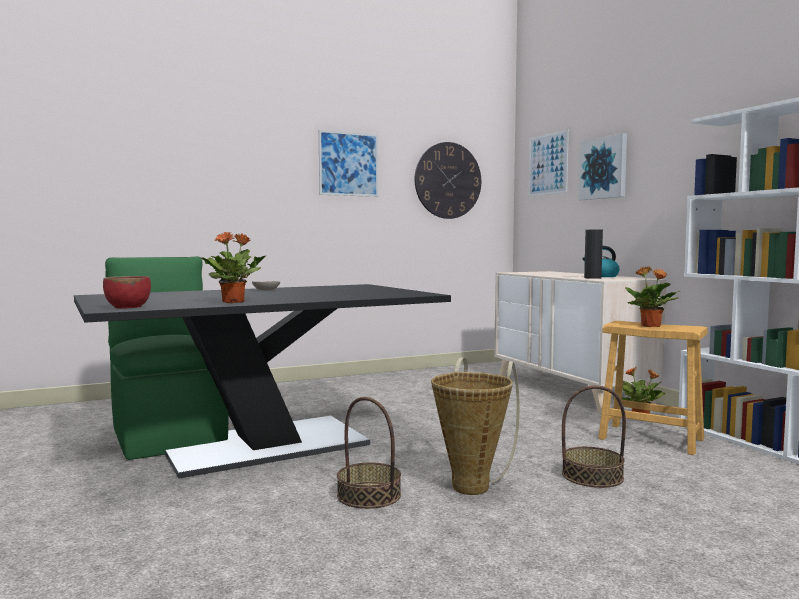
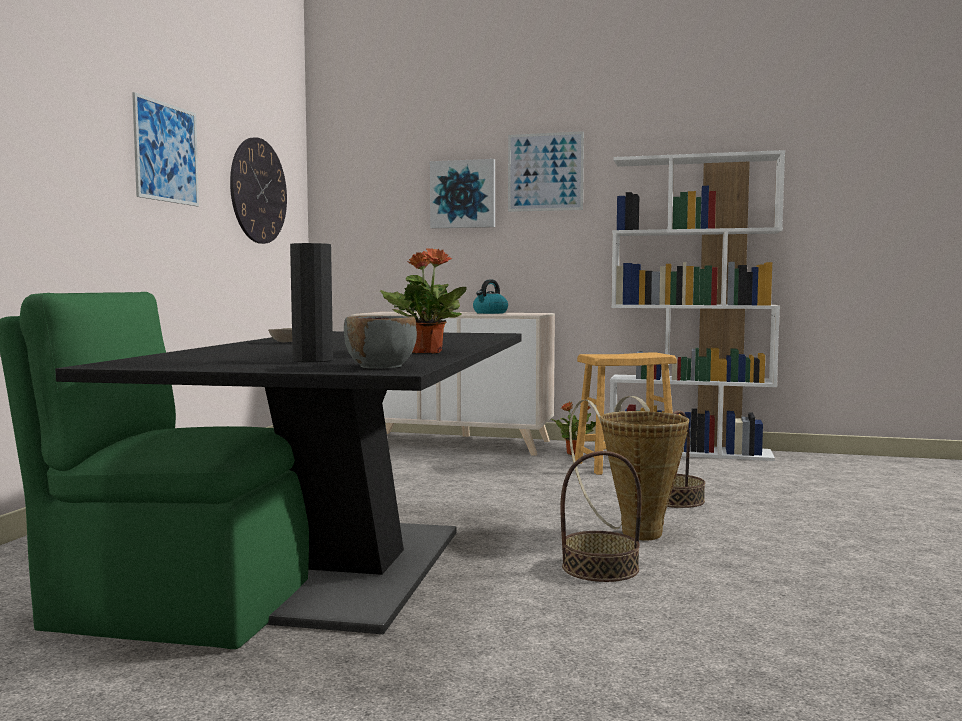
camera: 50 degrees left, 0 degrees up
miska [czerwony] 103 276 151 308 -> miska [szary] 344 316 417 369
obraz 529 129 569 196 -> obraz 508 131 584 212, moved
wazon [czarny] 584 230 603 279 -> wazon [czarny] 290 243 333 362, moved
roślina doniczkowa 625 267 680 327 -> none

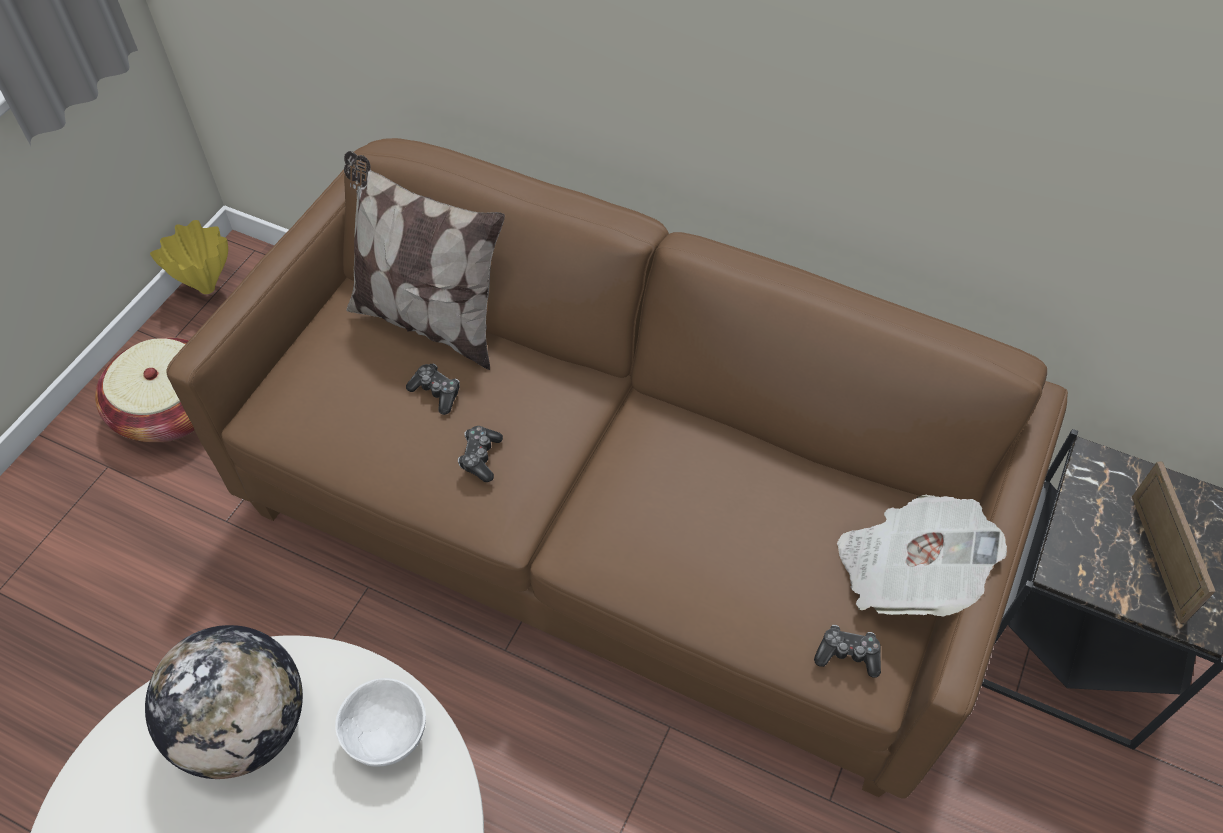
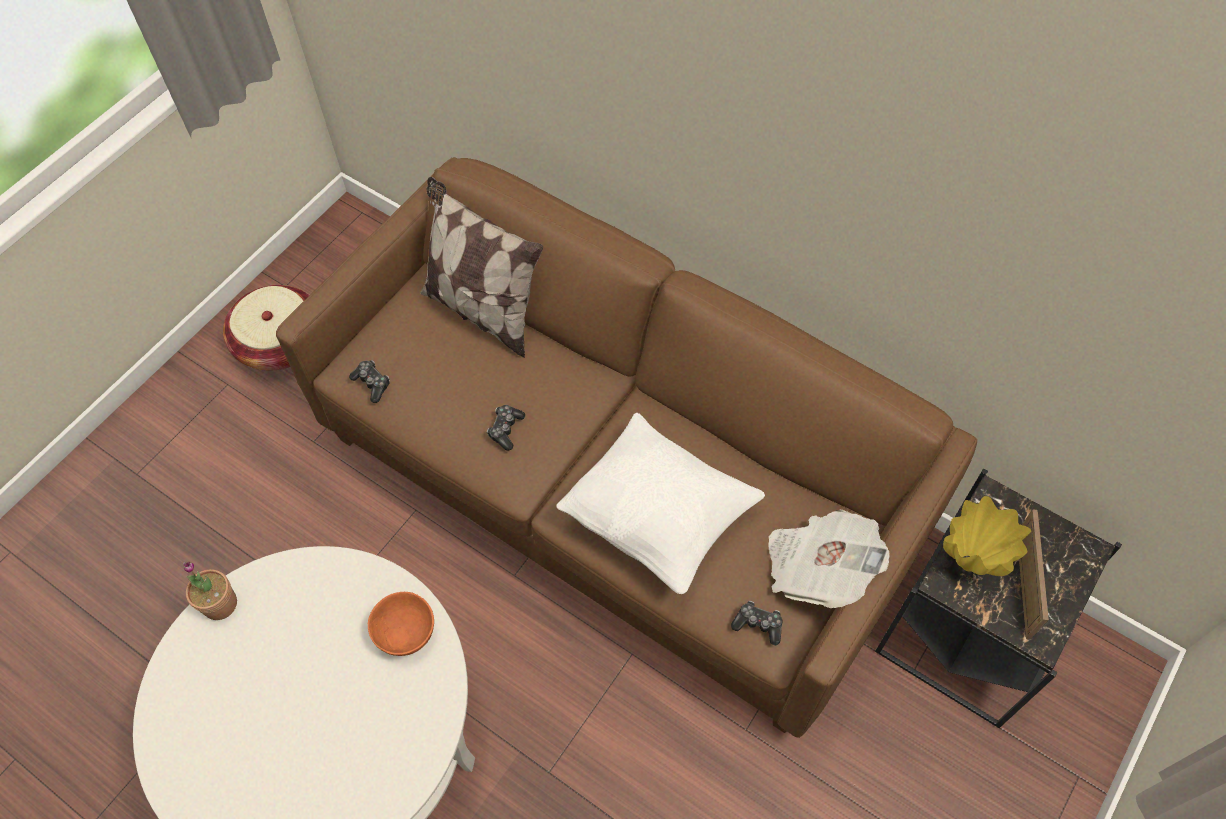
camera: 10 degrees right, 5 degrees up
globus 145 625 303 779 -> none
wazon [żółty] 150 220 228 294 -> wazon [żółty] 943 496 1031 576, moved
miska [biały] 335 678 426 767 -> miska [pomarańczowy] 368 592 434 656
pad do gier 406 364 460 415 -> pad do gier 349 360 390 403, moved
none -> roślina doniczkowa 183 562 237 620
none -> poduszka [biały] 556 413 765 594

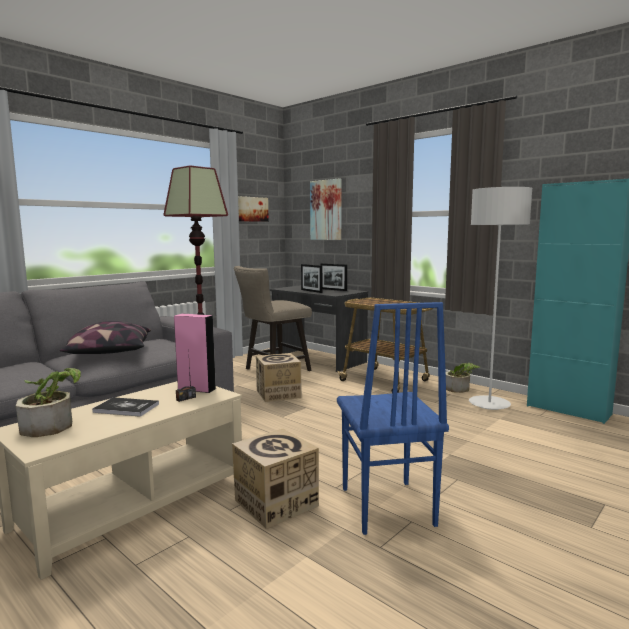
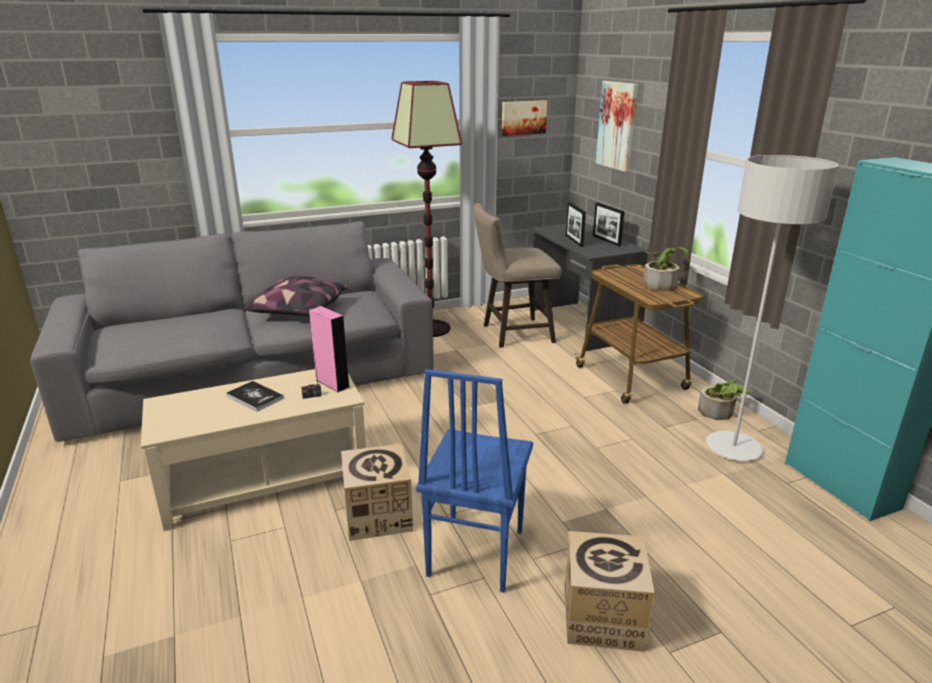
camera: 25 degrees right, 15 degrees up
roślina doniczkowa 16 368 81 437 -> roślina doniczkowa 643 247 689 291, moved
karton 256 353 302 402 -> karton 564 531 655 652, moved

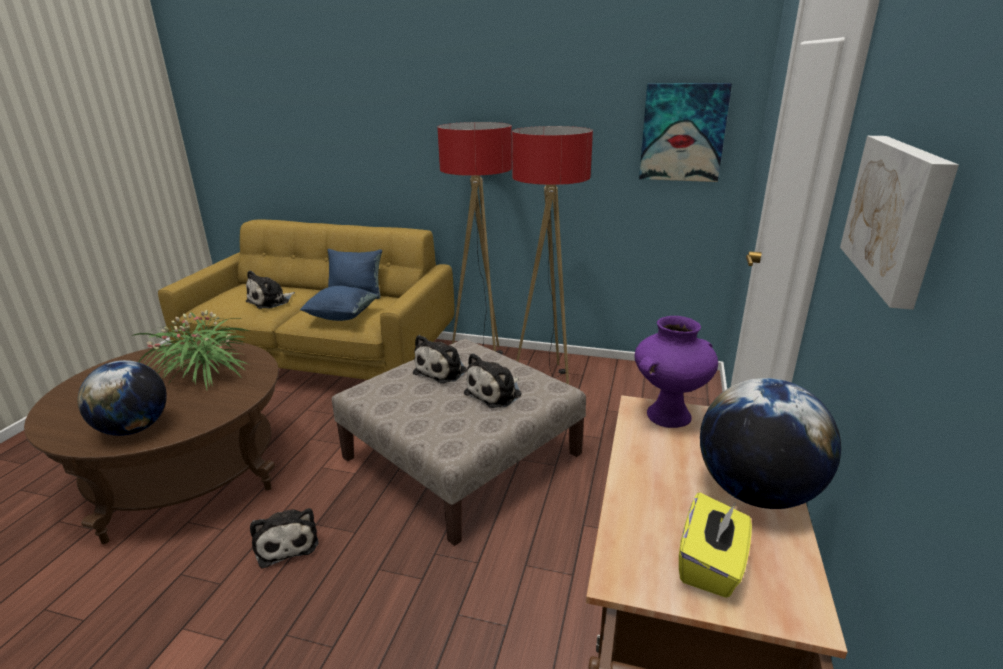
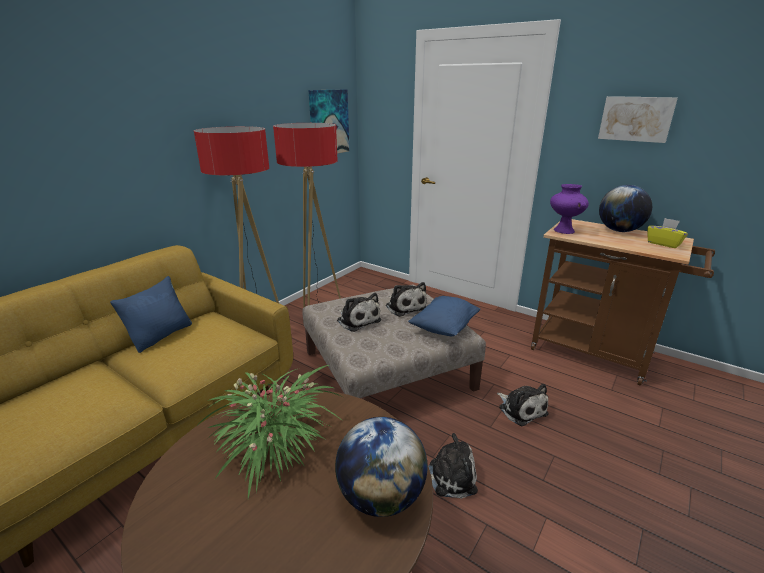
camera: 70 degrees left, 0 degrees up
pluszak 245 270 295 309 -> pluszak 497 384 549 426, moved
poduszka [niebieski] 300 286 379 321 -> poduszka [niebieski] 408 296 480 336, moved

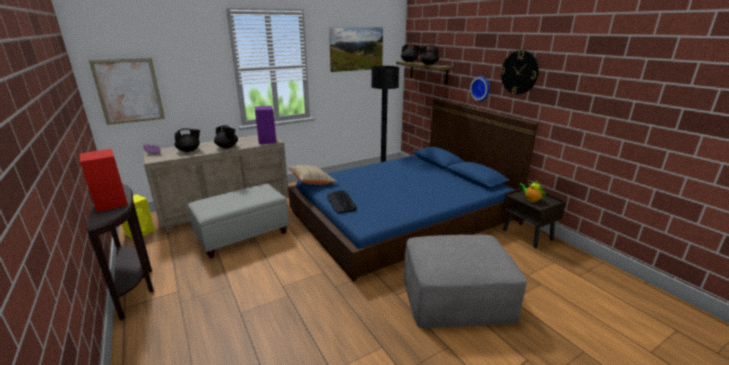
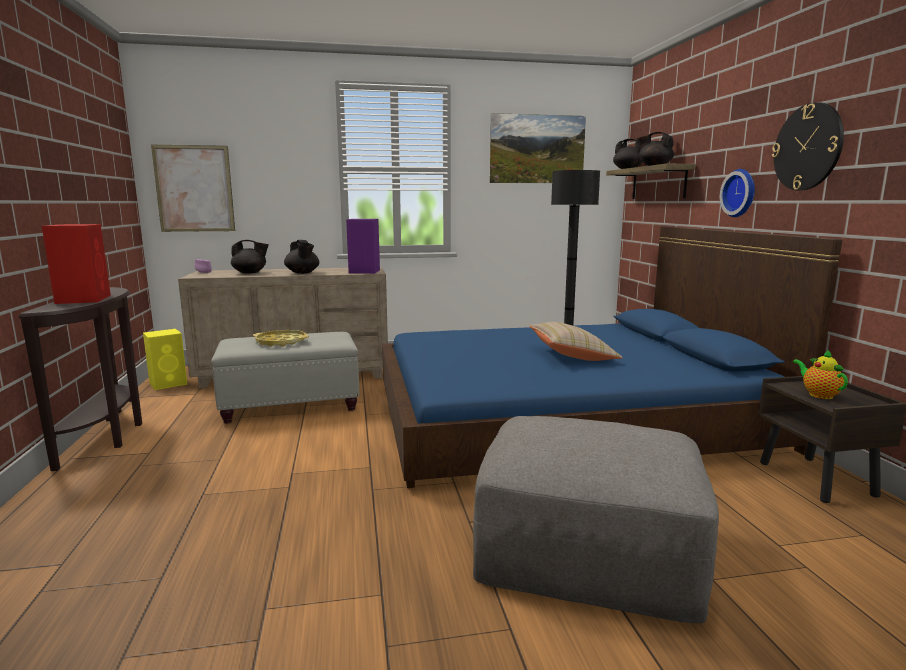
camera: 20 degrees right, 10 degrees down
poduszka [beżowy] 288 165 337 185 -> poduszka [beżowy] 529 322 623 361, moved
klawiatura 327 190 357 213 -> none
none -> taca [żółty] 253 330 309 347

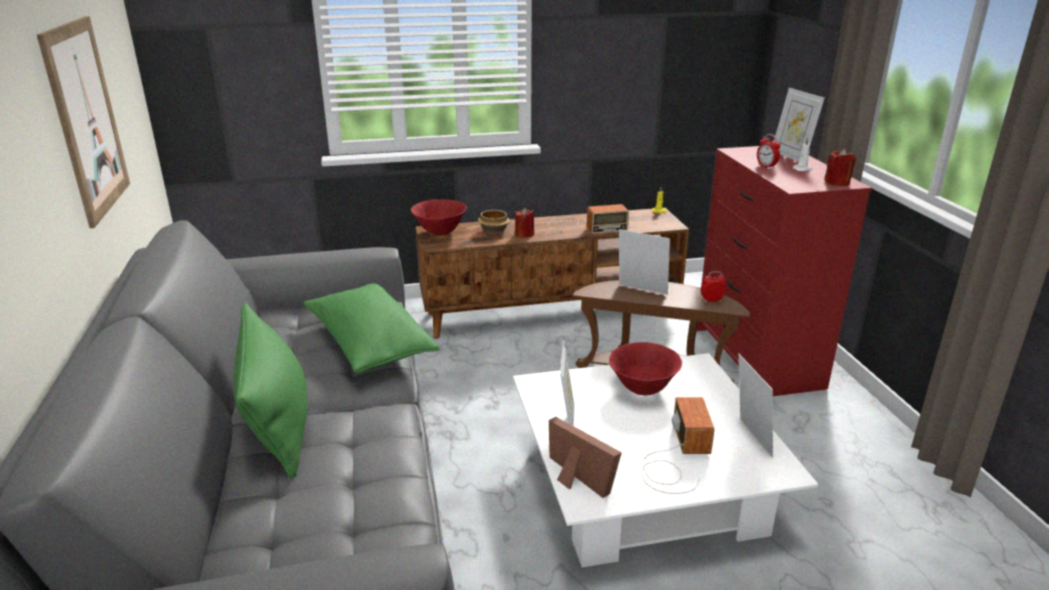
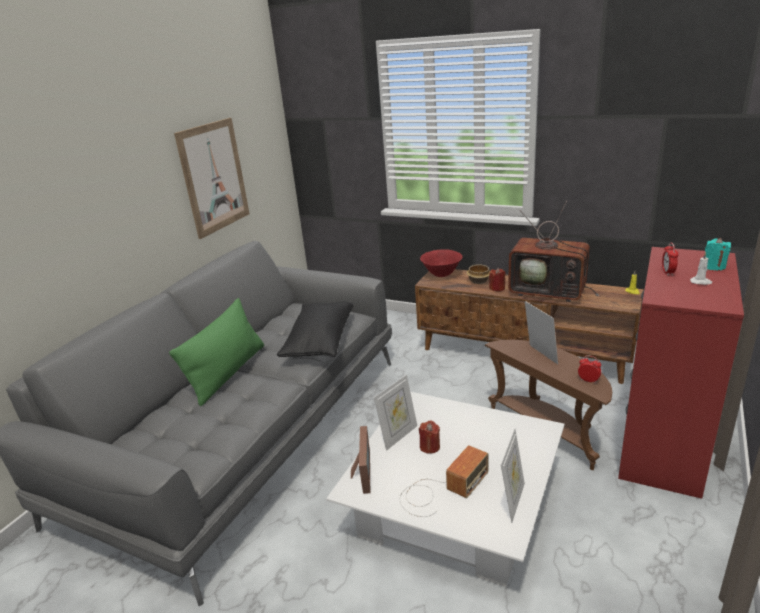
camera: 40 degrees right, 0 degrees up
poduszka [zielony] 303 283 440 373 -> poduszka [czarny] 277 301 353 357
radio 548 204 629 234 -> telewizor 508 201 599 302
miska [czerwony] 609 342 682 396 -> none
ramka na zdjęcie 774 88 825 162 -> świeca [turkusowy] 705 238 731 271
świeca [czerwony] 824 149 856 186 -> świeca [czerwony] 419 420 440 454, moved

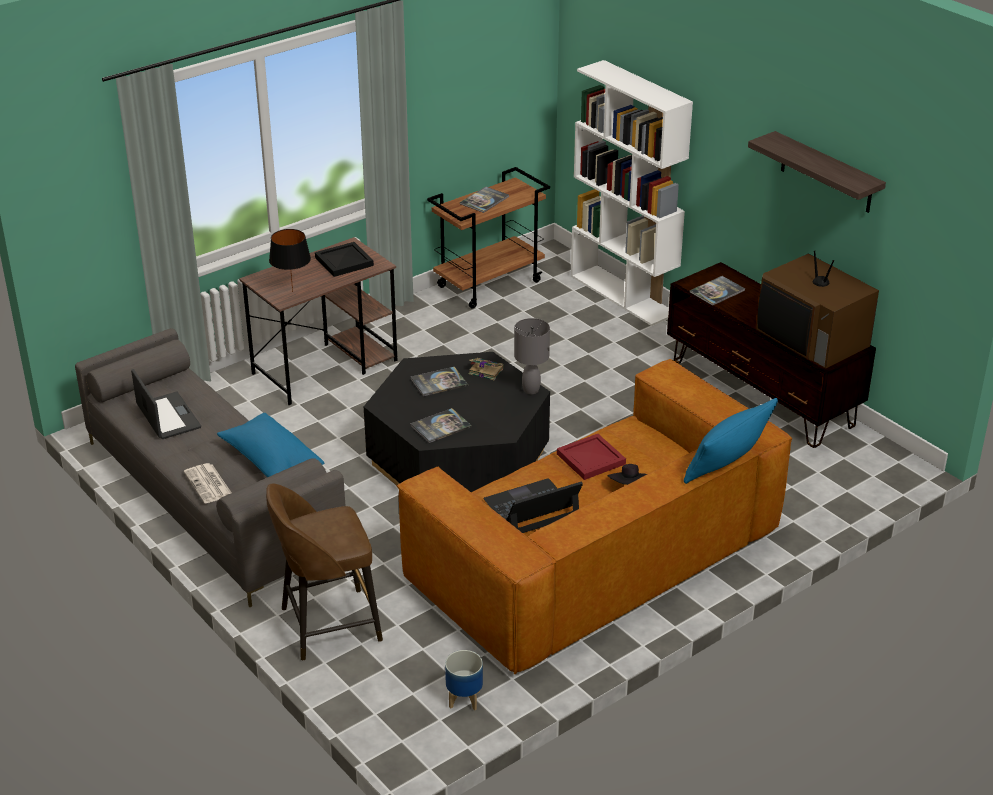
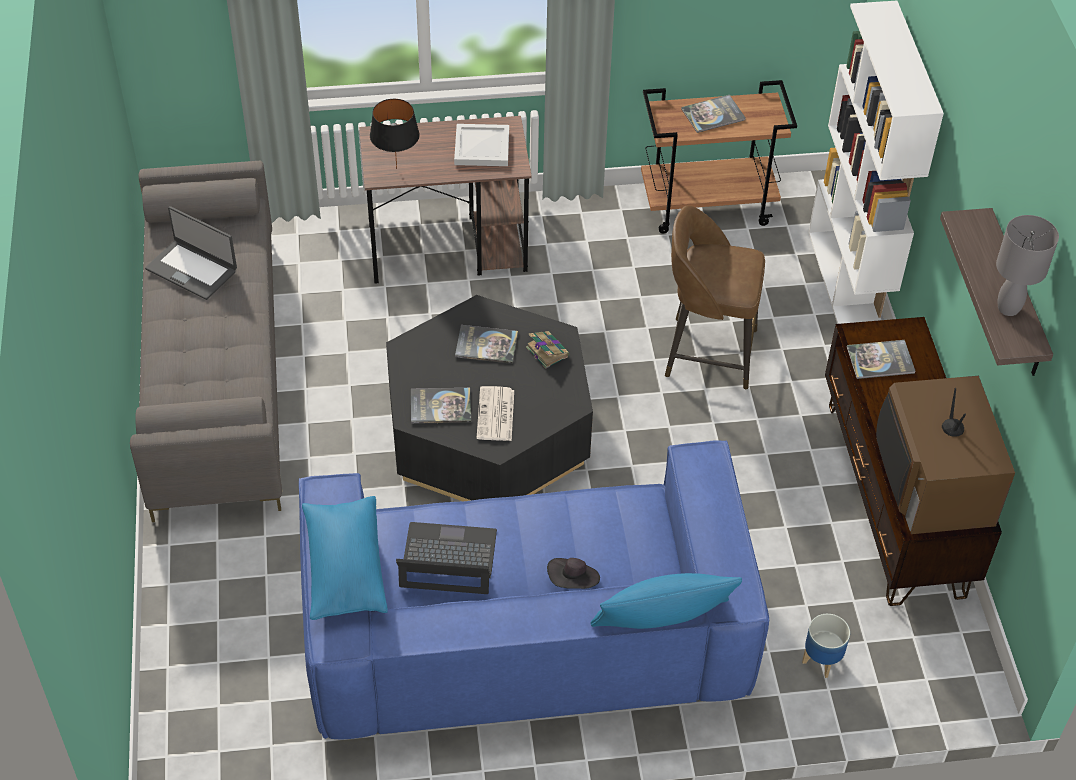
camera: 30 degrees right, 15 degrees up
laptop 131 369 201 439 -> laptop 145 206 237 300, 120 degrees clockwise
gazeta 184 463 232 503 -> gazeta 477 386 514 441, moved
poduszka [niebieski] 217 413 324 477 -> poduszka [niebieski] 302 496 388 620, moved
stołek [brązowy] 266 484 383 661 -> stołek [brązowy] 665 205 765 389, moved
taca [czarny] 315 242 374 277 -> taca [biały] 454 124 509 166
kanapa [brązowy] 396 359 793 675 -> kanapa [niebieski] 299 440 769 739
donica 445 650 483 711 -> donica 802 614 850 678, moved
lampa stołowa [szary] 514 318 550 394 -> lampa stołowa [szary] 996 215 1059 316, moved
taca [czerwony] 557 434 626 480 -> none

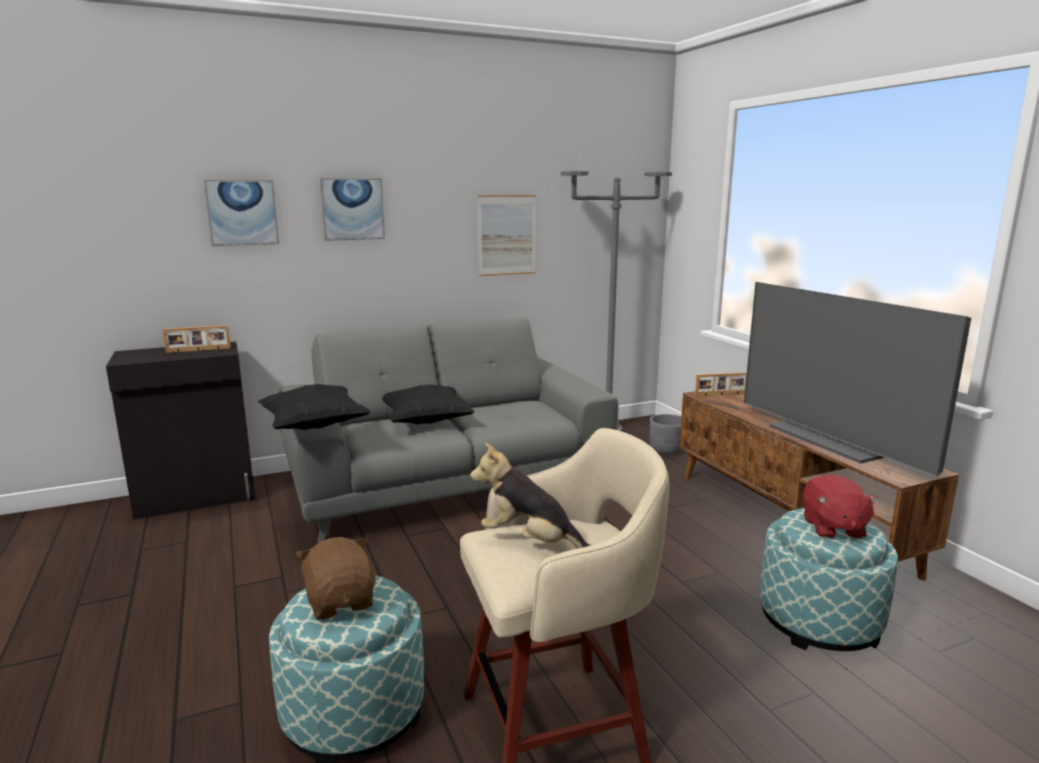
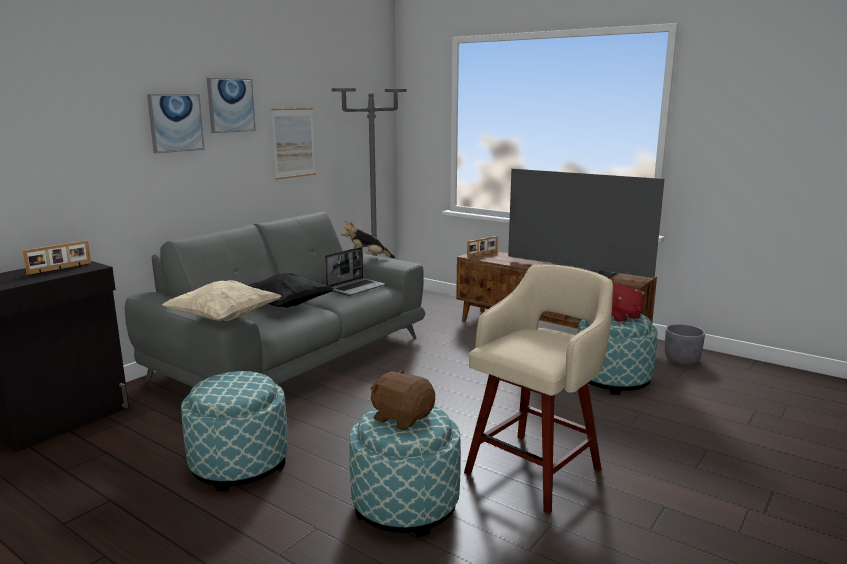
camera: 30 degrees left, 0 degrees up
obraz 204 180 279 246 -> obraz 207 78 256 133, moved
poduszka [czarny] 257 384 371 430 -> poduszka [beżowy] 162 280 281 321
pluszak 470 443 591 549 -> pluszak 341 220 395 258, moved
donica [szary] 650 414 683 455 -> donica [szary] 665 324 705 365, moved
none -> pufa 181 371 288 491
none -> laptop 325 247 386 296

